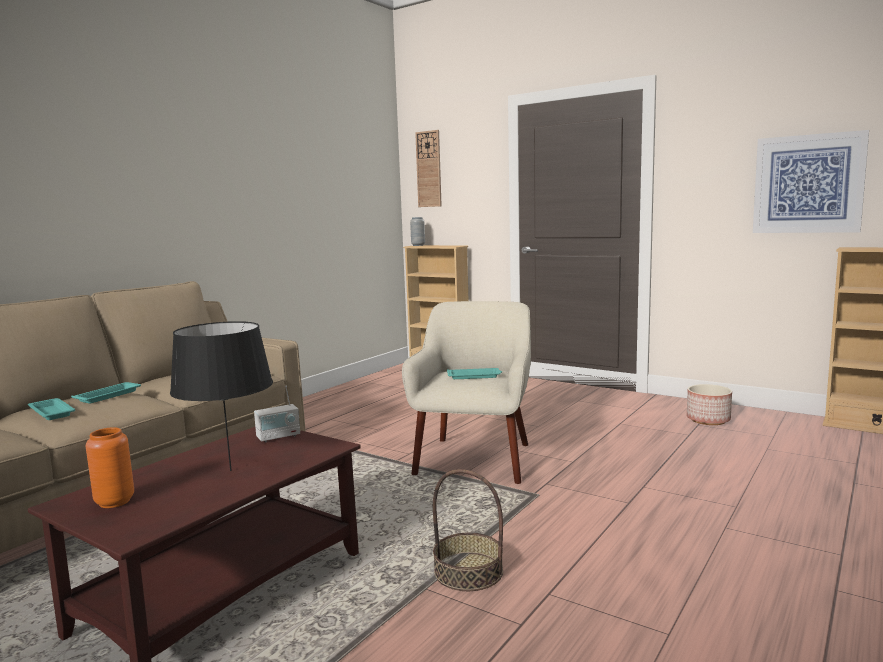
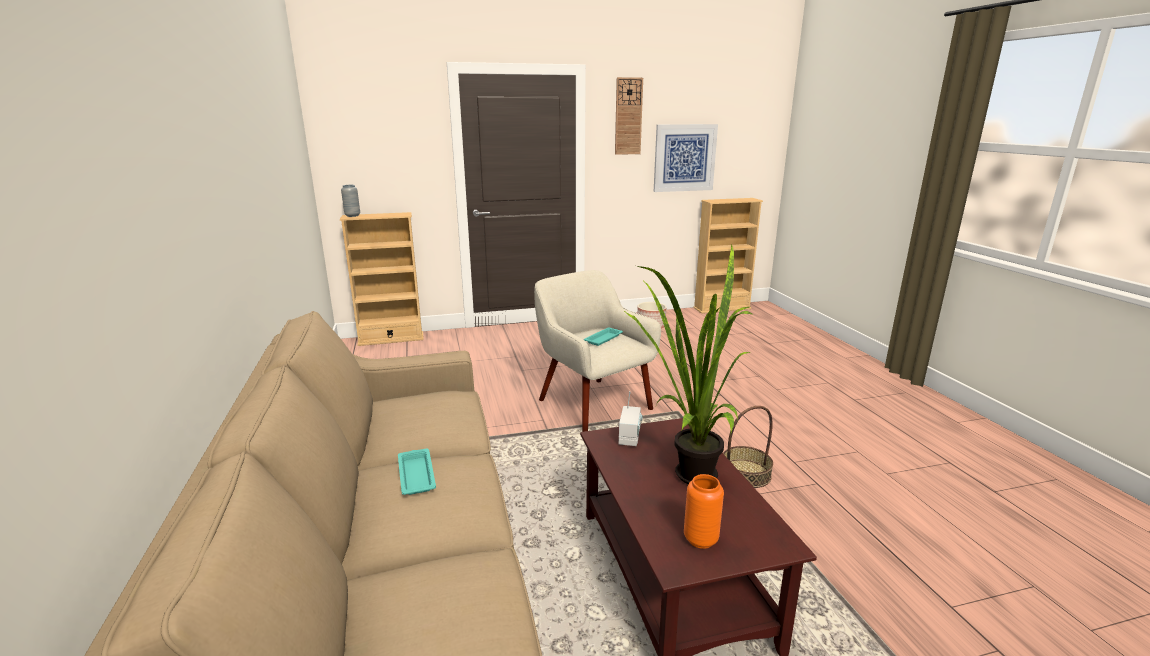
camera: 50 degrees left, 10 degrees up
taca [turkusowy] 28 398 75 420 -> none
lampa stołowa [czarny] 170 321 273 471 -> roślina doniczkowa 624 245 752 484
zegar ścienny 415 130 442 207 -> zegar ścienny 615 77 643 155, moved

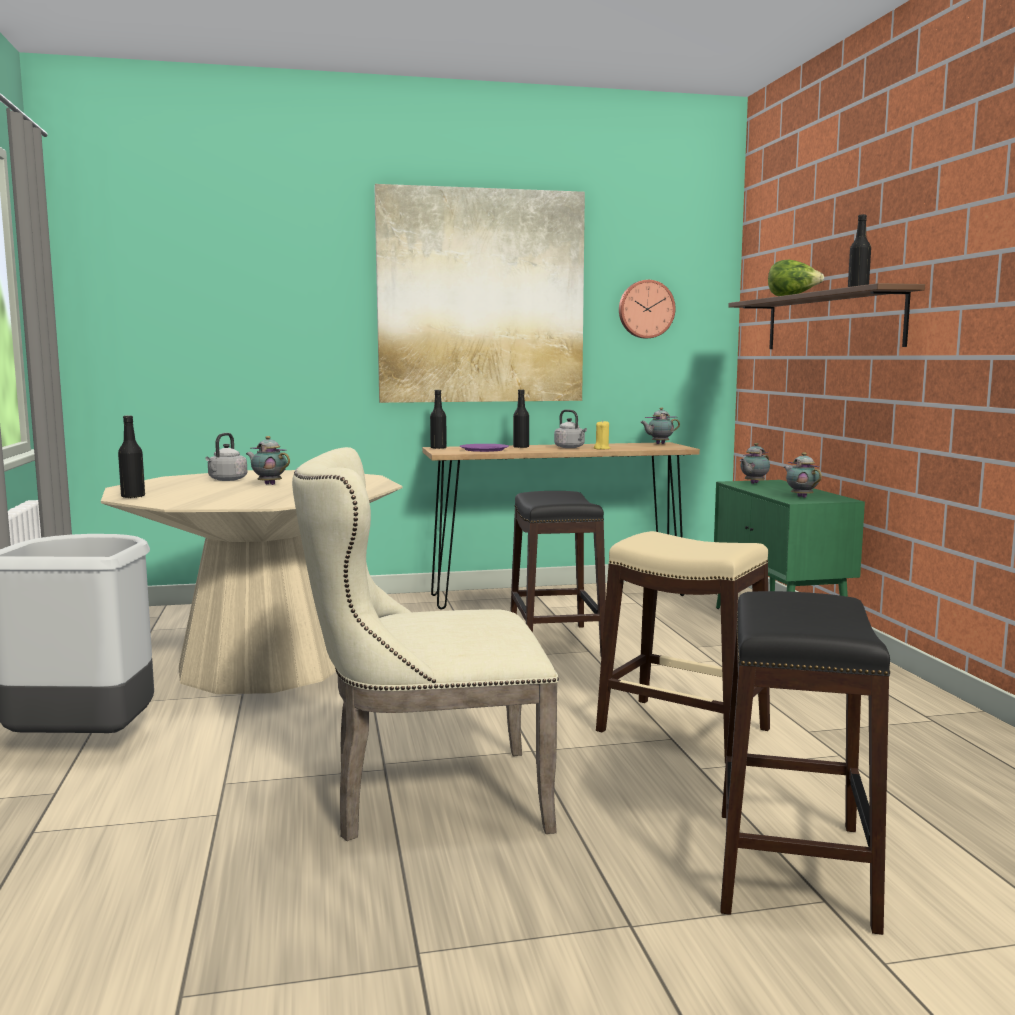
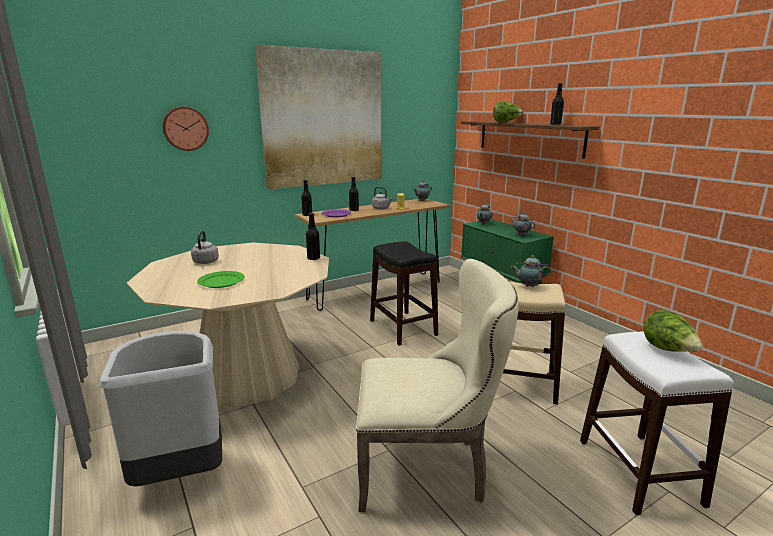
camera: 20 degrees left, 10 degrees up
butelka [czarny] 118 415 145 499 -> butelka [czarny] 306 213 320 260, moved
imbryk 246 436 290 485 -> imbryk 511 255 551 287, moved
krzesło [beżowy] 292 447 559 841 -> krzesło [beżowy] 356 259 519 512, 150 degrees counterclockwise
zegar ścienny 619 280 676 338 -> zegar ścienny 163 107 209 151, moved
stołek [czarny] 720 591 890 935 -> stołek [biały] 580 331 734 515
none -> talerz [zielony] 197 271 245 288
none -> sałata 643 310 703 352

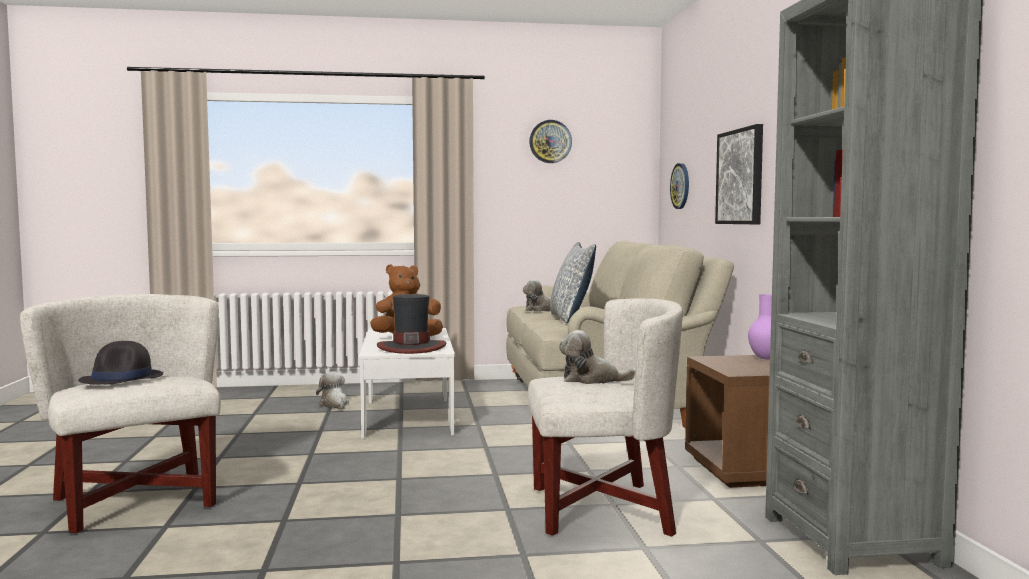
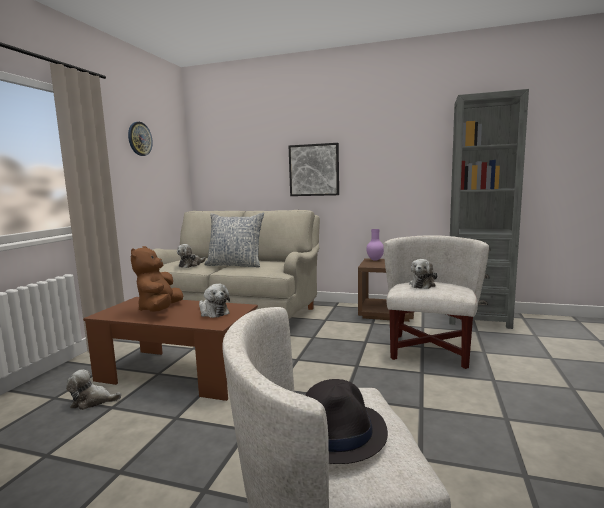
camera: 65 degrees left, 5 degrees up
ława [biały] 359 328 455 439 -> ława [brązowy] 83 297 258 401
kapelusz 377 294 446 354 -> pluszak 199 284 230 318
zegar ścienny 670 163 689 209 -> none

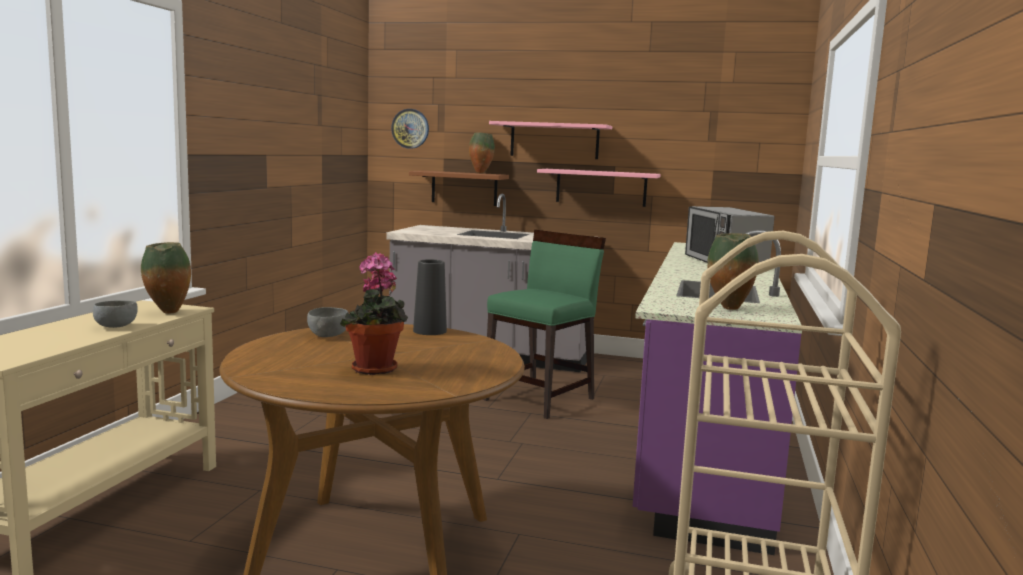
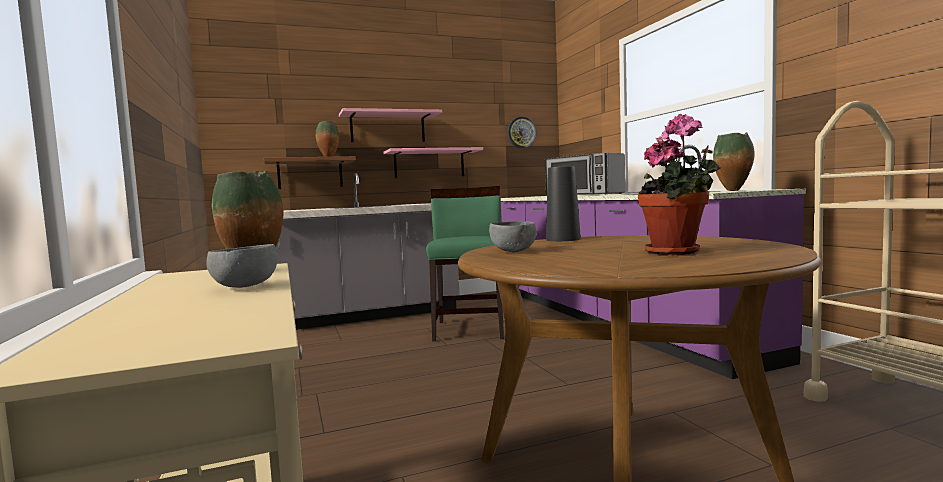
camera: 35 degrees left, 5 degrees down
zegar ścienny 391 109 429 149 -> zegar ścienny 508 117 536 148, moved

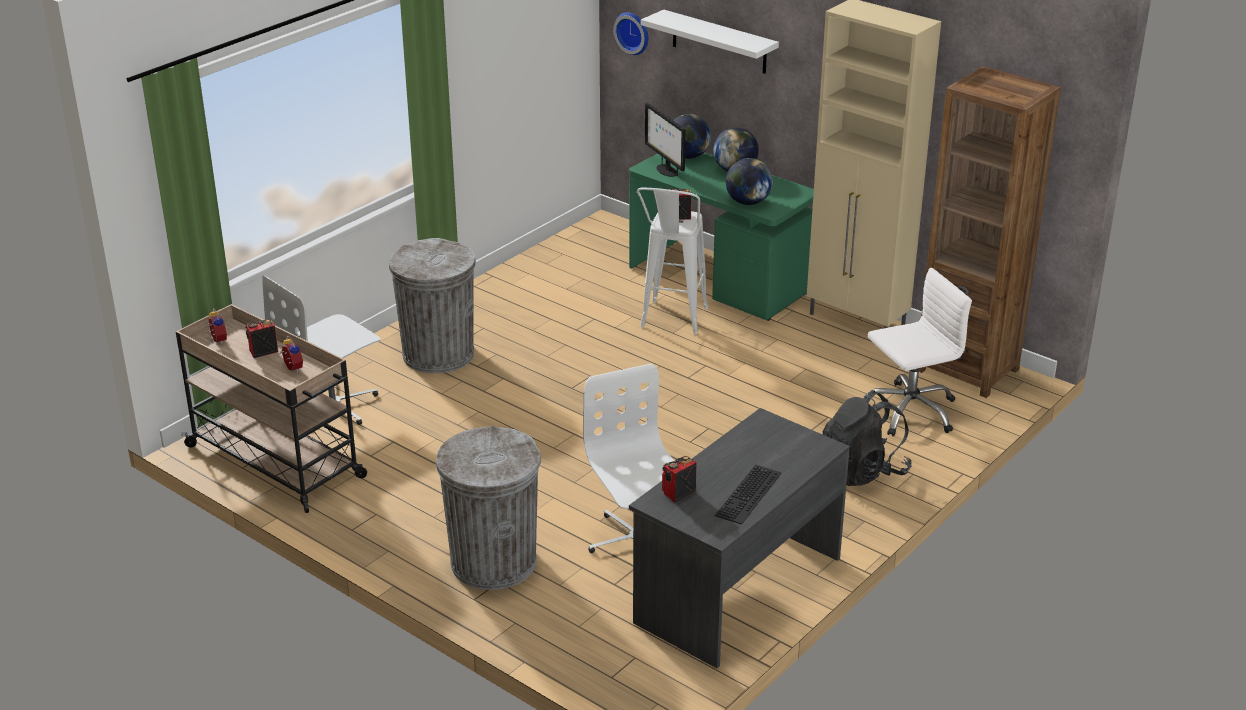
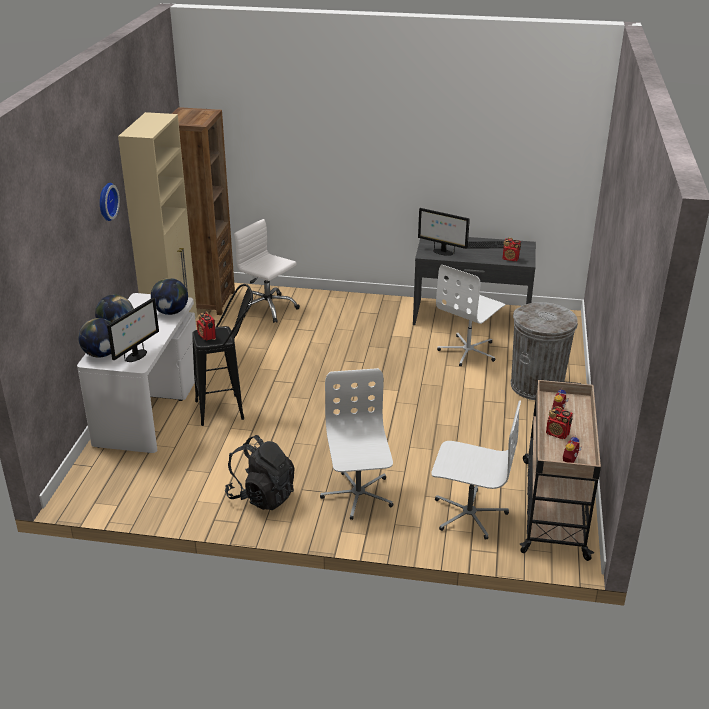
camera: 120 degrees left, 0 degrees up
kosz na śmieci [szary] 389 238 476 373 -> krzesło biurowe [biały] 320 368 393 520
zegar ścienny 613 12 648 55 -> zegar ścienny 100 183 120 221, moved
biurko [zielony] 629 152 814 321 -> biurko [biały] 77 293 196 453
stołek [biały] 637 187 708 334 -> stołek [czarny] 192 284 253 426
półka [biały] 641 10 779 74 -> none
plecak [czarny] 823 390 912 486 -> plecak [czarny] 225 435 295 510, moved
none -> monitor 418 208 470 256

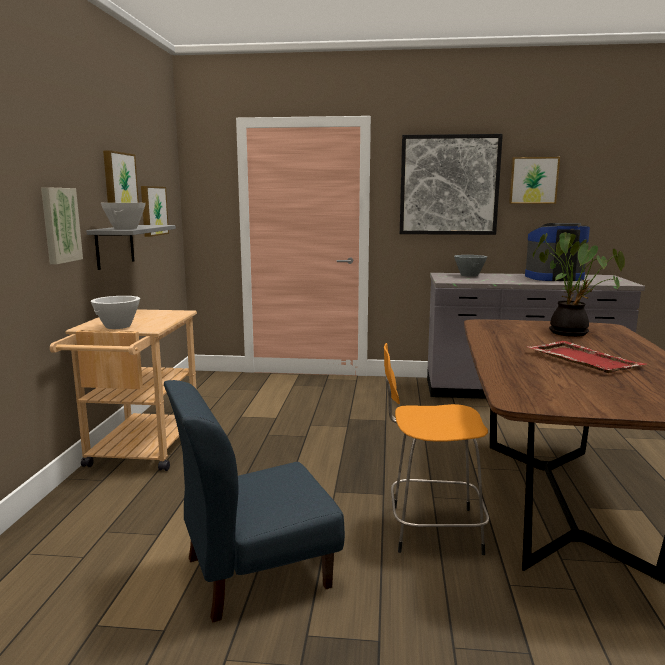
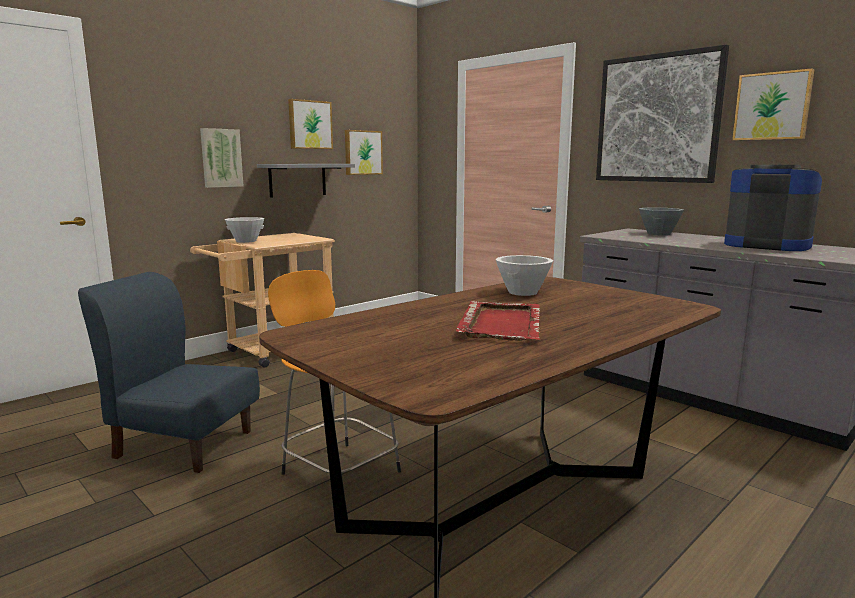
camera: 40 degrees right, 0 degrees up
miska [biały] 101 203 146 229 -> miska [biały] 496 255 553 296, moved
roślina doniczkowa 533 232 625 337 -> none

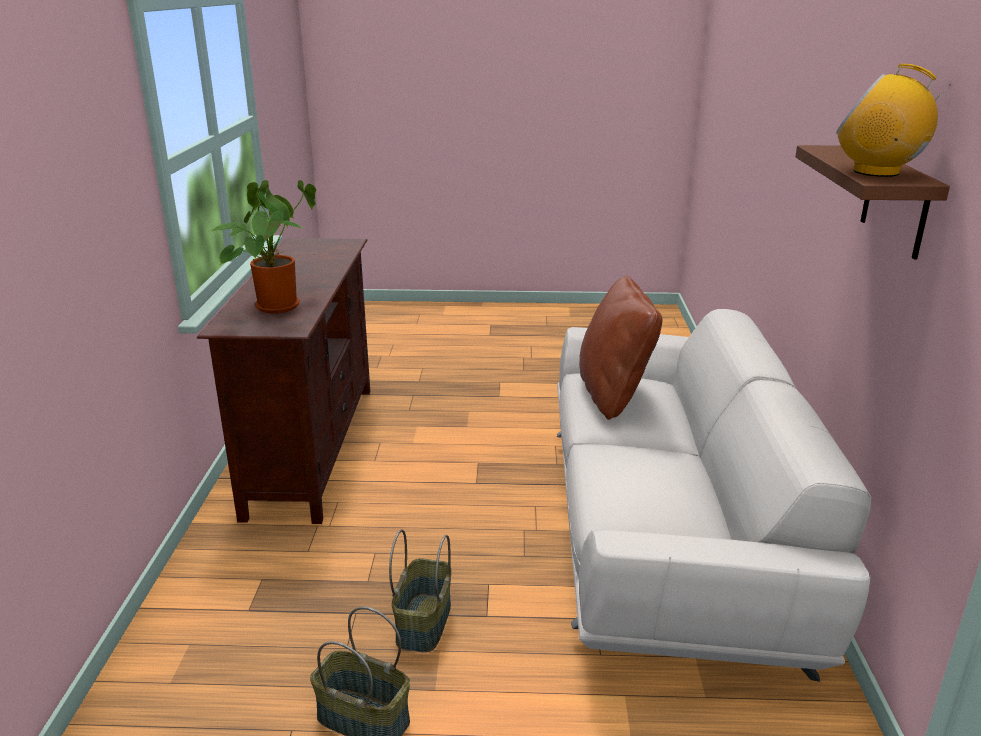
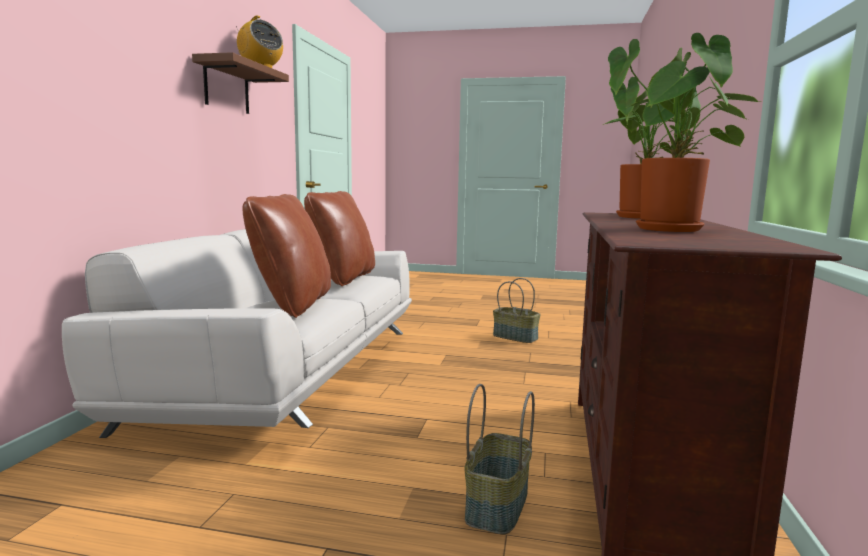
camera: 170 degrees left, 15 degrees down
koszyk 389 529 451 652 -> koszyk 464 384 535 534, moved
none -> poduszka [brązowy] 304 191 375 286
none -> roślina doniczkowa 608 33 759 232

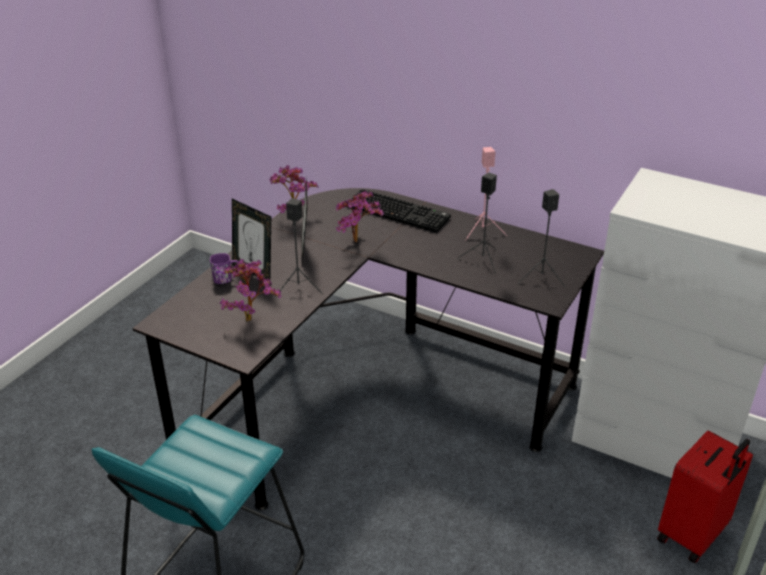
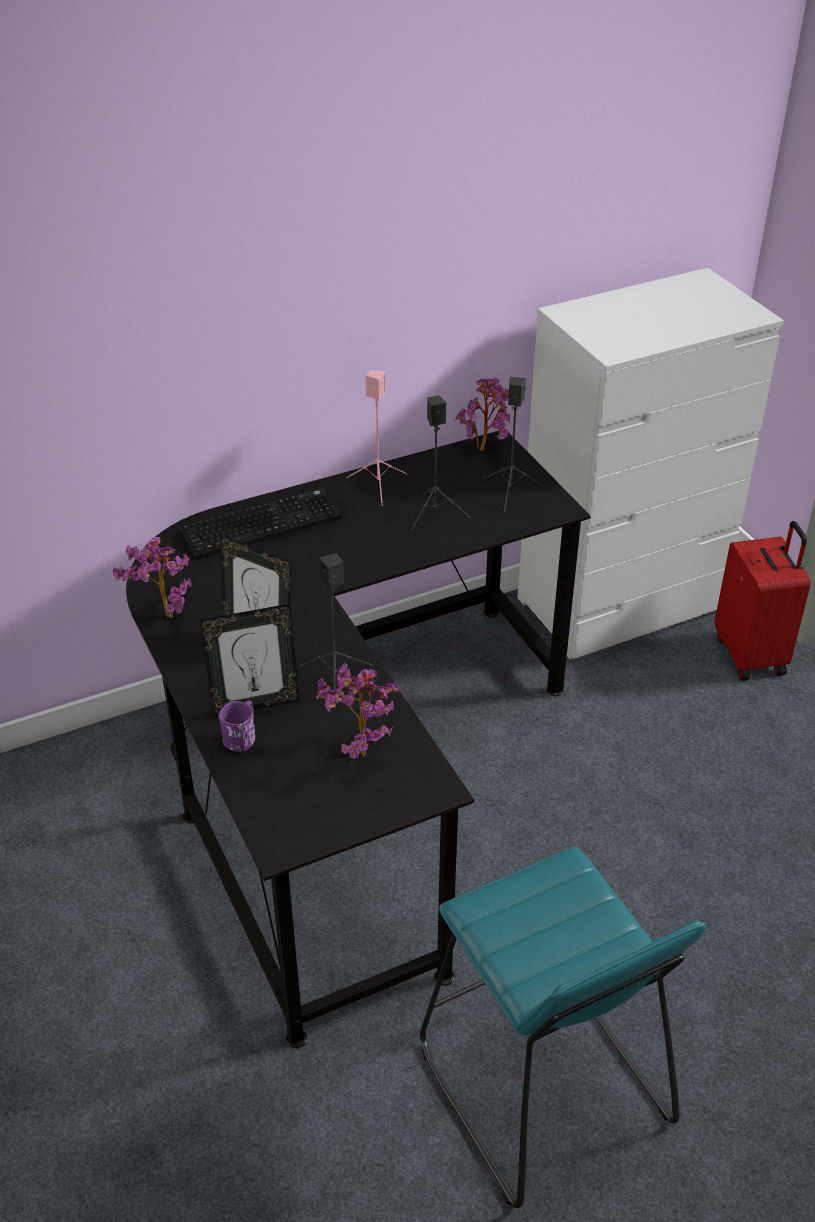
camera: 55 degrees left, 5 degrees up
roślina doniczkowa 336 191 384 242 -> roślina doniczkowa 456 377 510 451, moved

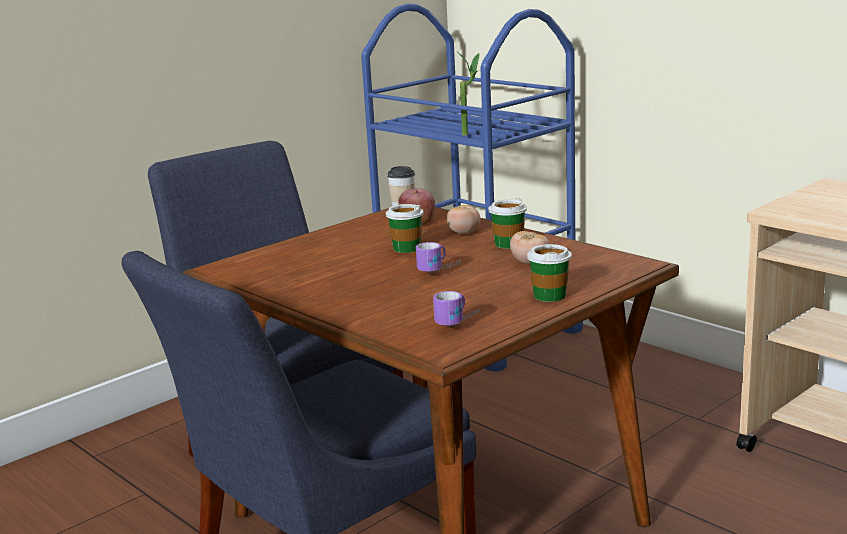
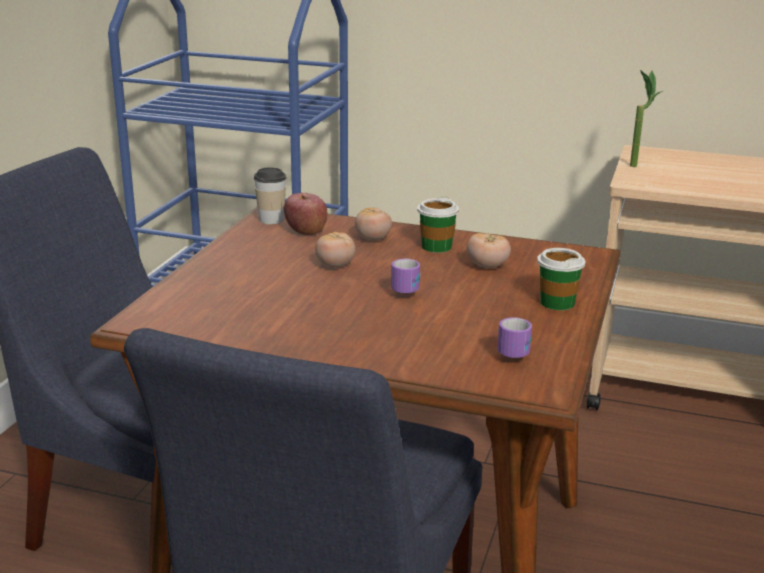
camera: 30 degrees left, 5 degrees up
filiżanka 385 204 424 253 -> pomidor 315 232 355 268
roślina doniczkowa 457 52 479 135 -> roślina doniczkowa 630 70 663 167, moved

